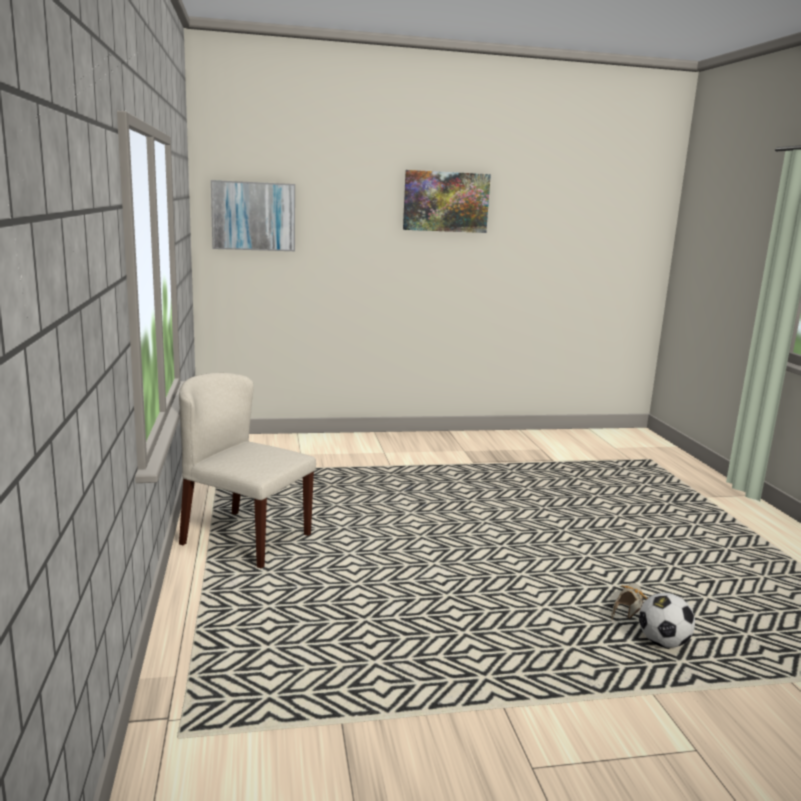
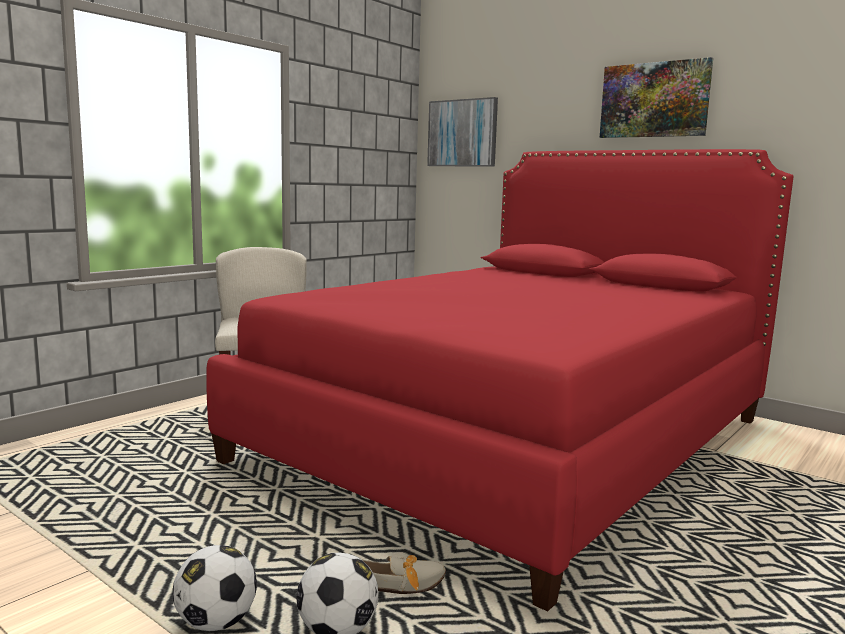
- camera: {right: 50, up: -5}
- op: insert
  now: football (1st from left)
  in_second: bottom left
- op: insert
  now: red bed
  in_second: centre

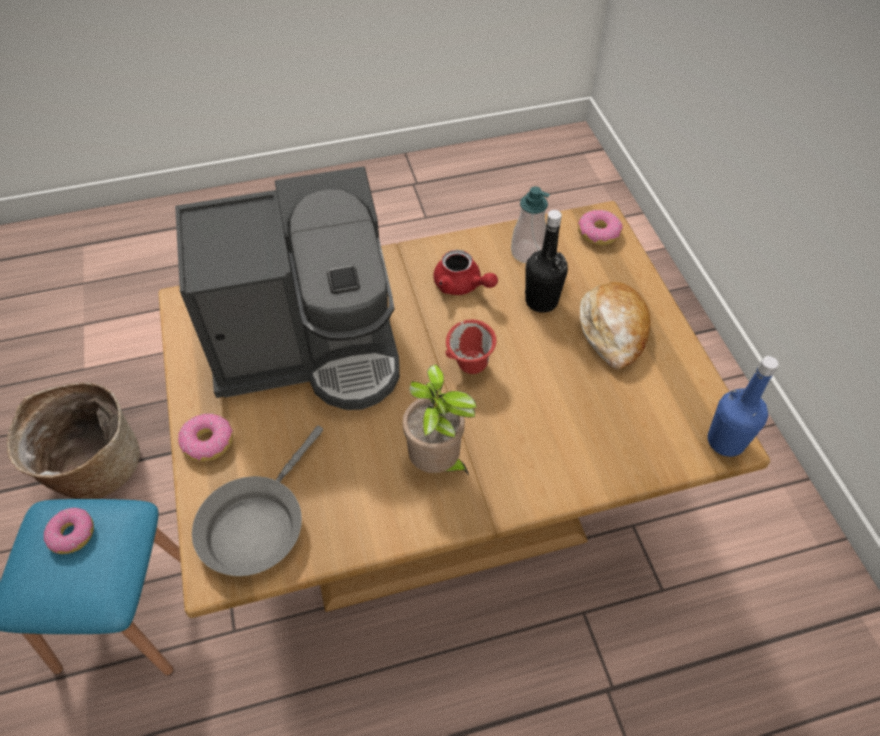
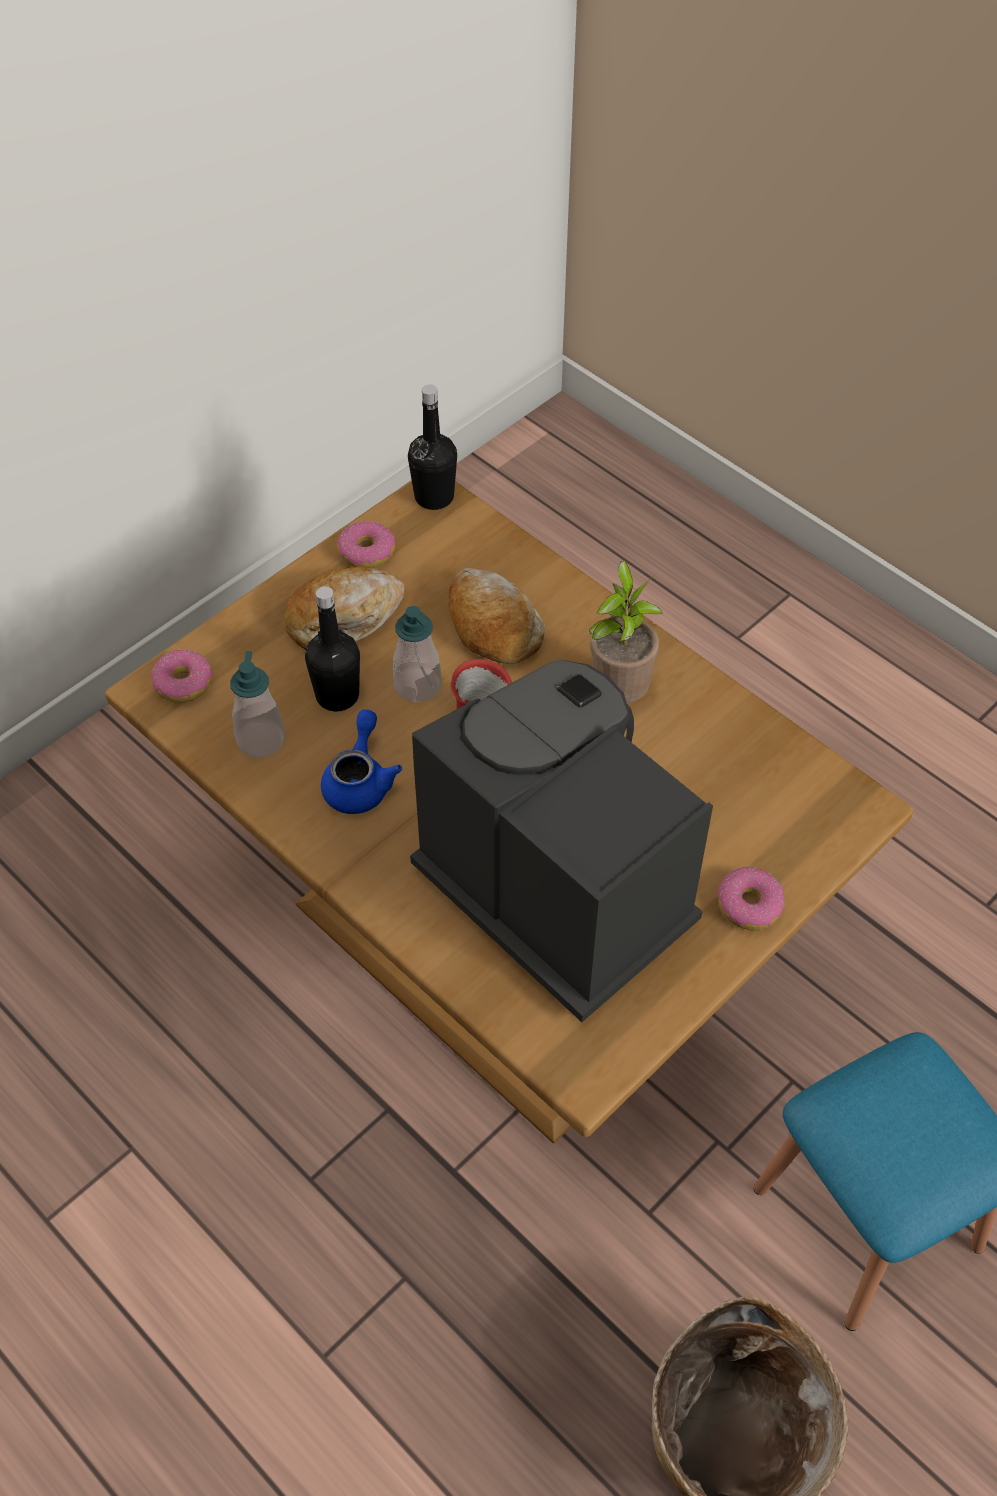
- camera: {right: -120, up: 0}
- op: delete
  was: grey frying pan
  in_first: bottom left
- op: insert
  now: soap dispenser (2nd from left)
  in_second: centre
- op: insert
  now: bread (2nd from left)
  in_second: centre
- op: move
  was: donut (1st from left in the first image)
  now: donut (2nd from left)
  in_first: bottom left
  in_second: centre
- op: recolor
  was: red teapot
  now: blue teapot
  in_first: centre
  in_second: centre
- op: recolor
  was: blue bottle
  now: black bottle (2nd from left)
  in_first: middle right
  in_second: top centre

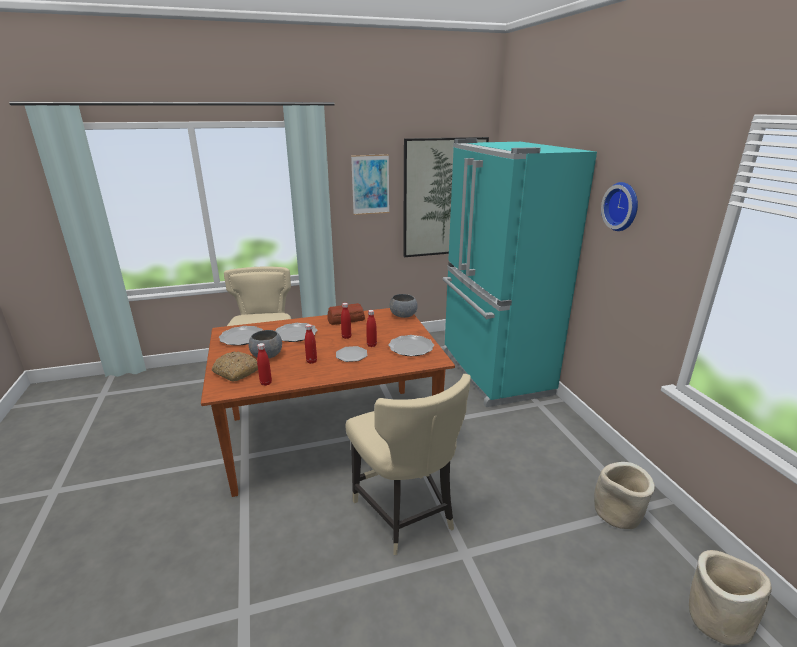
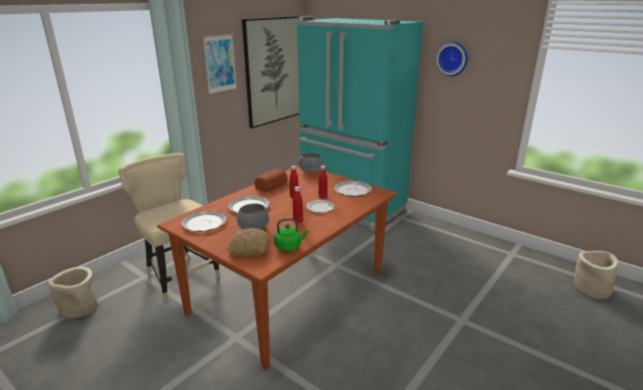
- camera: {right: -35, up: 0}
- op: delete
  was: beige chair (2nd from left)
  in_first: bottom centre
- op: move
  was: beige planter (1st from left)
  in_first: bottom right
  in_second: bottom left
- op: replace
  was: red bottle (1st from left)
  now: green kettle
  in_first: middle left
  in_second: centre

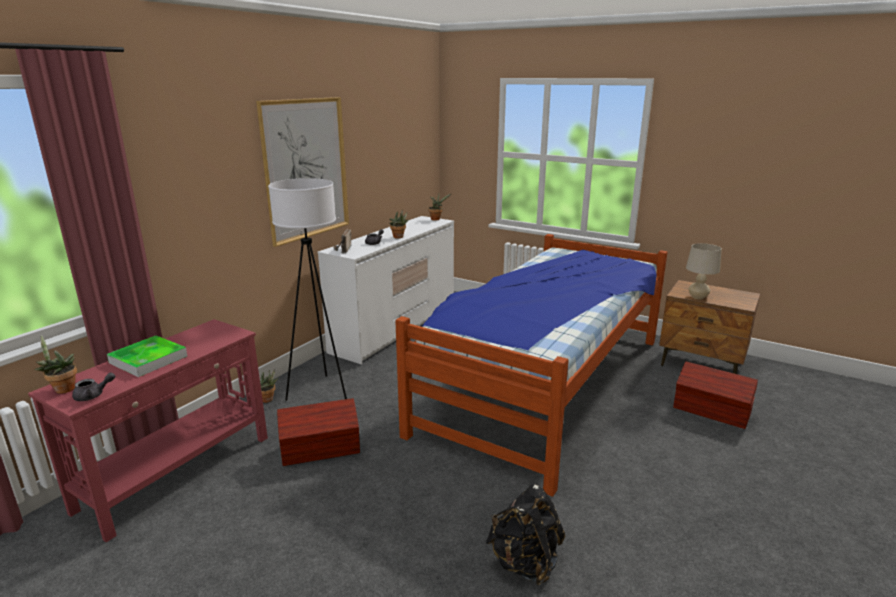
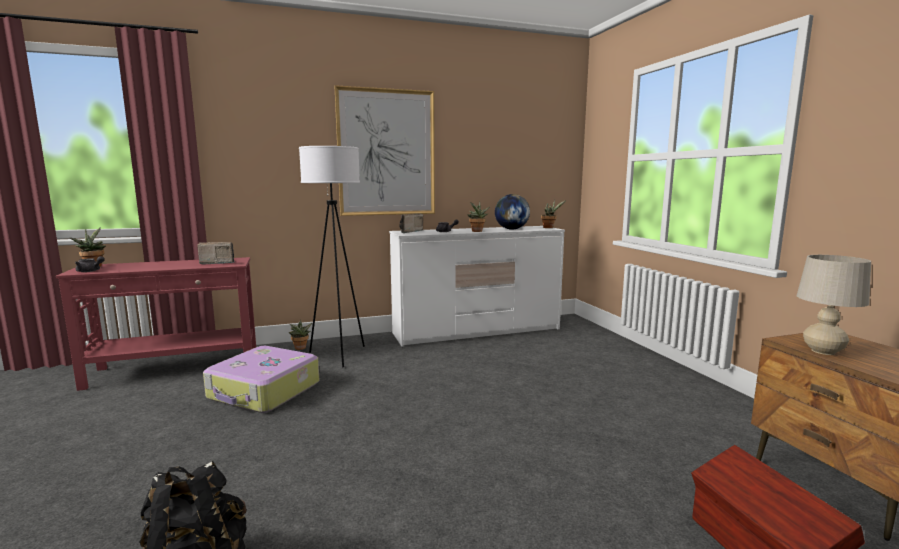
- camera: {right: 40, up: -10}
- op: delete
  was: tray
  in_first: middle left
- op: delete
  was: bed
  in_first: centre
- op: insert
  now: radio (1st from left)
  in_second: middle left
- op: insert
  now: globe
  in_second: centre
- op: replace
  was: brown storage box (1st from left)
  now: suitcase
  in_first: bottom centre
  in_second: bottom left

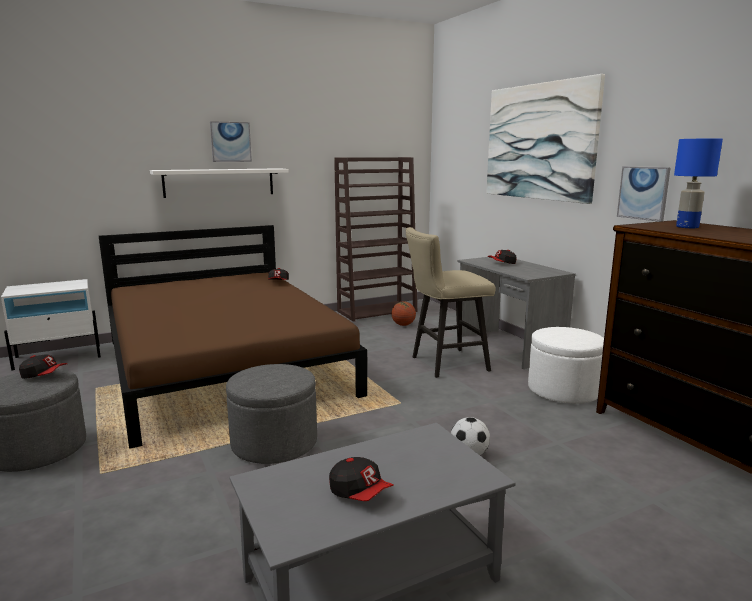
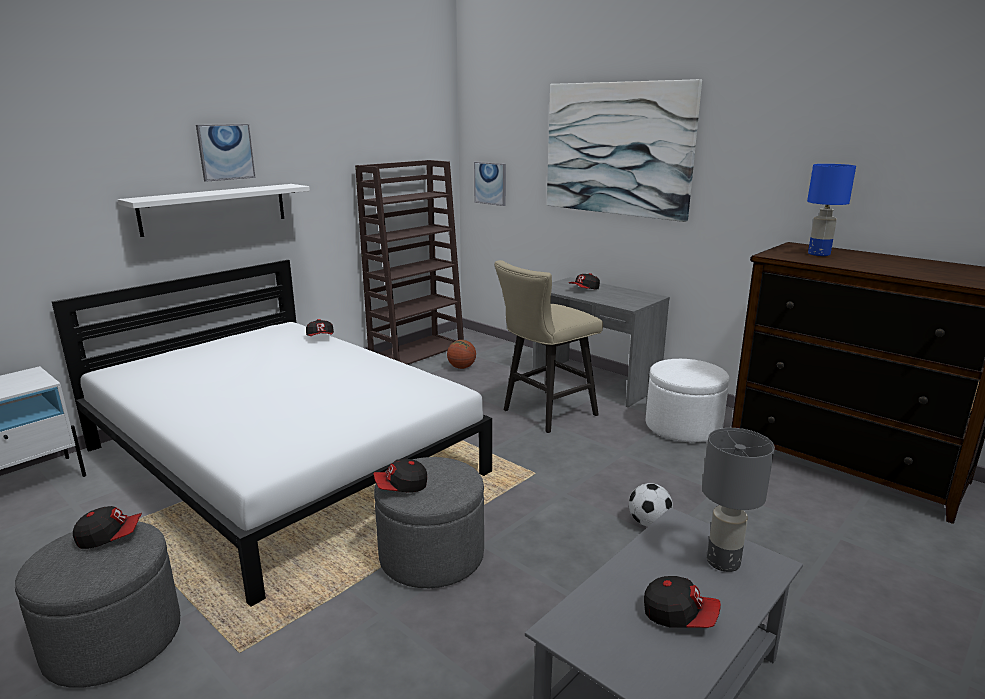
- camera: {right: -20, up: 5}
- op: insert
  now: cap (3rd from left)
  in_second: bottom centre
- op: insert
  now: grey table lamp
  in_second: bottom right
- op: move
  was: picture (3rd from left in the first image)
  now: picture (2nd from left)
  in_first: top right
  in_second: top centre
- op: recolor
  was: brown bed
  now: white bed
  in_first: middle left
  in_second: middle left

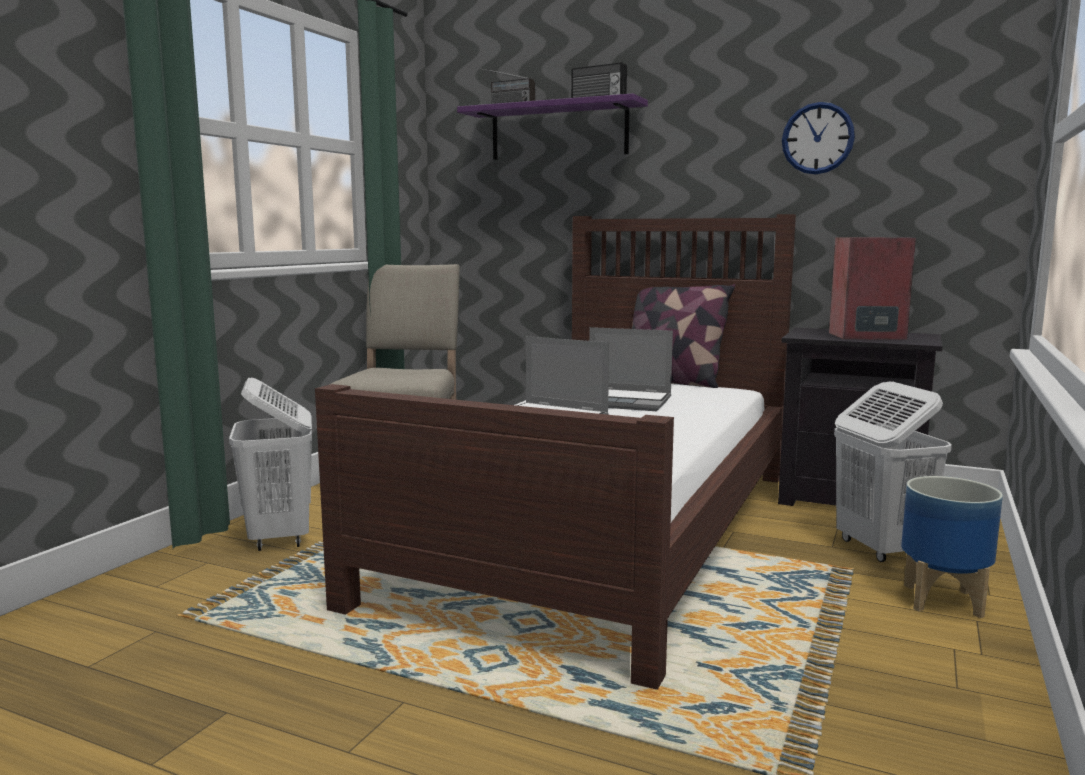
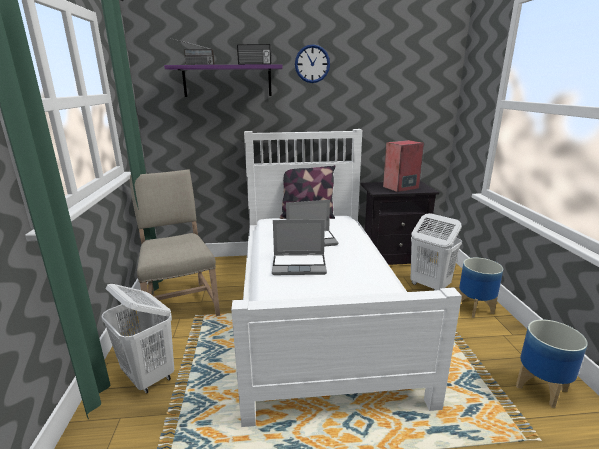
- camera: {right: -30, up: 10}
- op: insert
  now: planter (2nd from left)
  in_second: bottom right
- op: move
  was: wall clock
  in_first: top right
  in_second: top centre
- op: recolor
  was: brown bed
  now: white bed
  in_first: centre
  in_second: centre

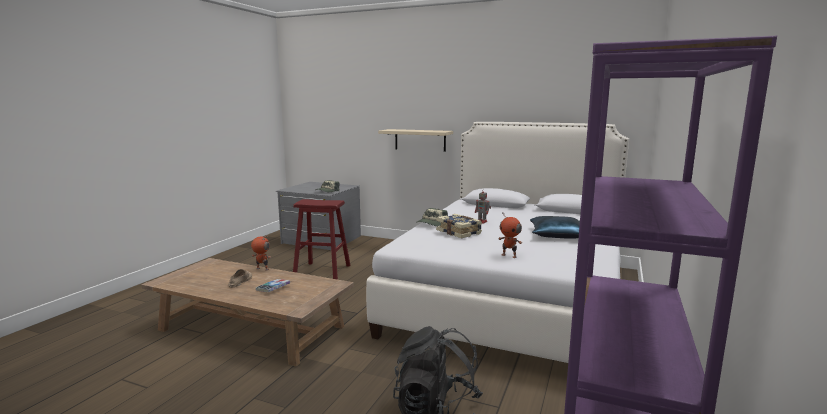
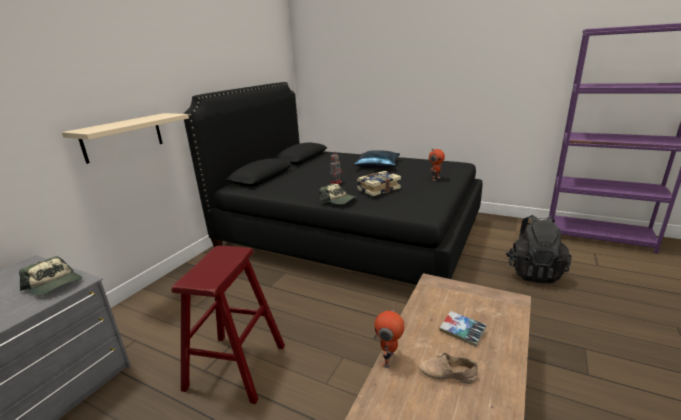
- camera: {right: -85, up: 10}
- op: recolor
  was: white bed
  now: black bed
  in_first: centre
  in_second: centre

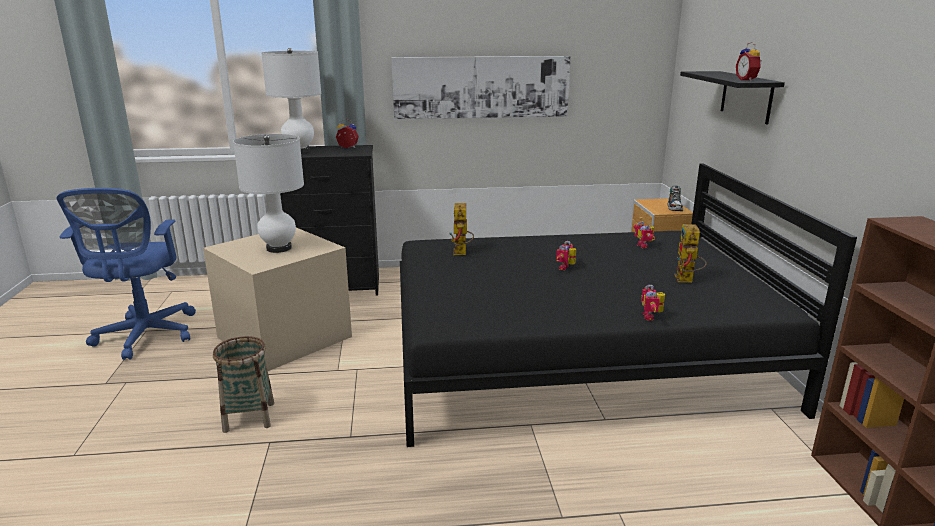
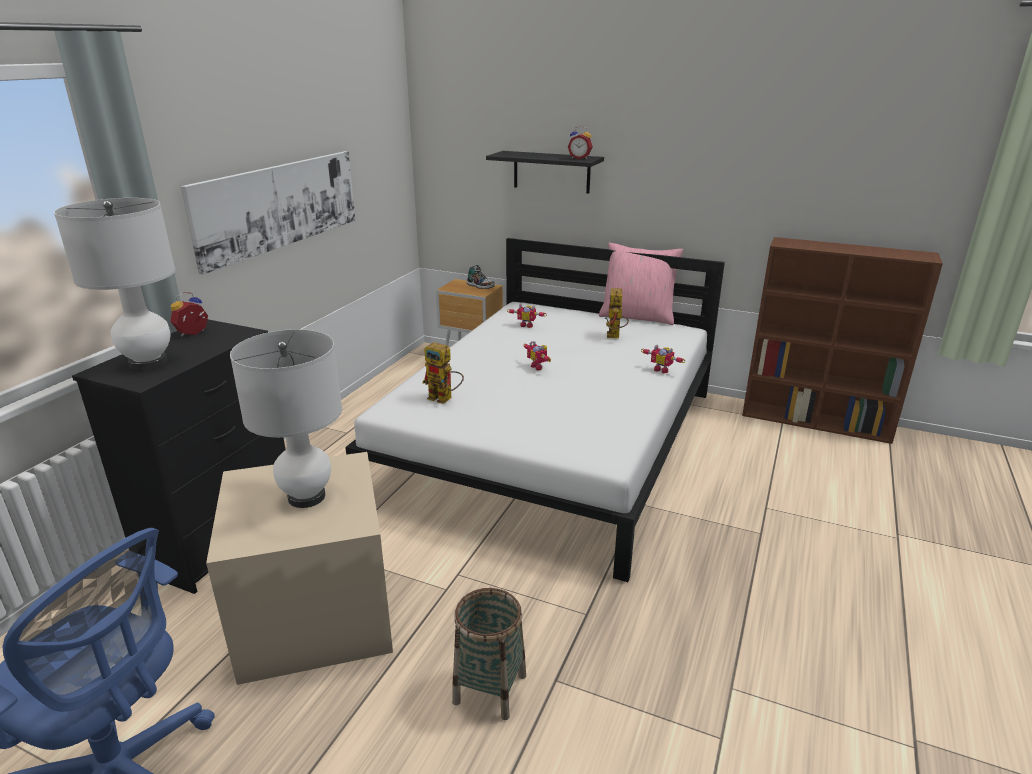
- camera: {right: -60, up: 5}
- op: insert
  now: pink pillow
  in_second: centre
- op: recolor
  was: black bed
  now: white bed
  in_first: middle right
  in_second: centre
- op: rotate
  was: toy robot (5th from left in the first image)
  in_first: middle right
  in_second: centre
  clockwise: 60

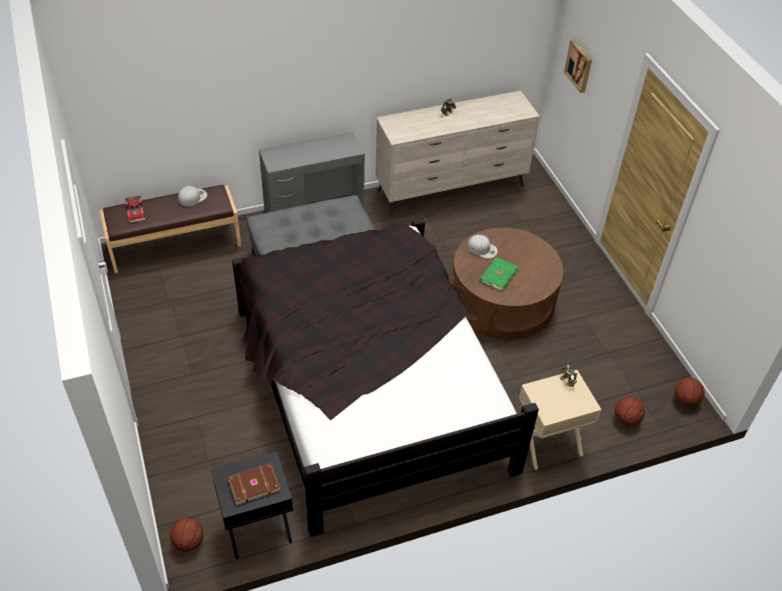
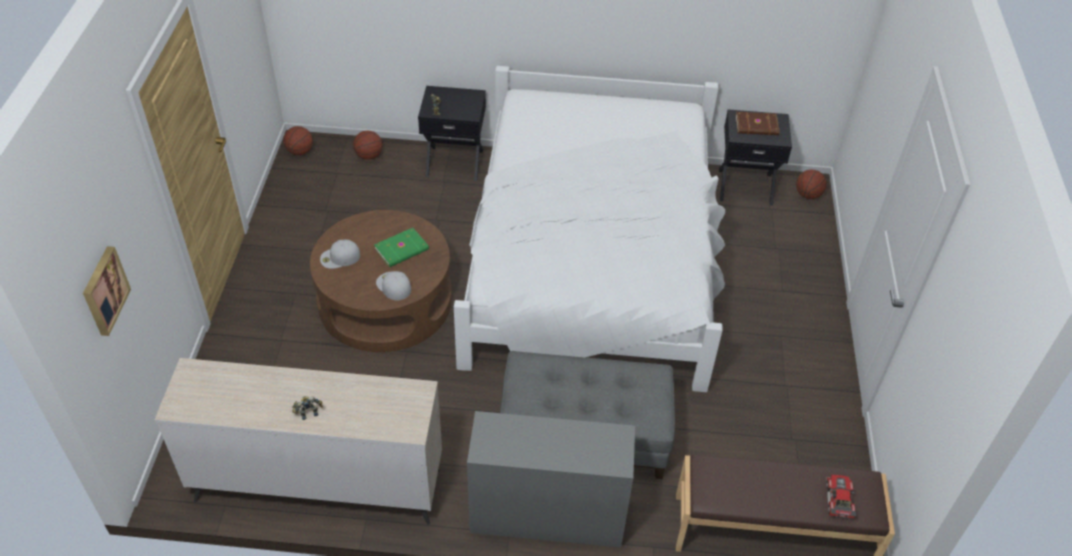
- camera: {right: -155, up: 0}
- op: move
  was: white cap (1st from left)
  in_first: top left
  in_second: middle left
- op: recolor
  was: black bed
  now: white bed
  in_first: centre
  in_second: centre
- op: recolor
  was: beige nightstand
  now: black nightstand (1st from left)
  in_first: bottom right
  in_second: top centre

